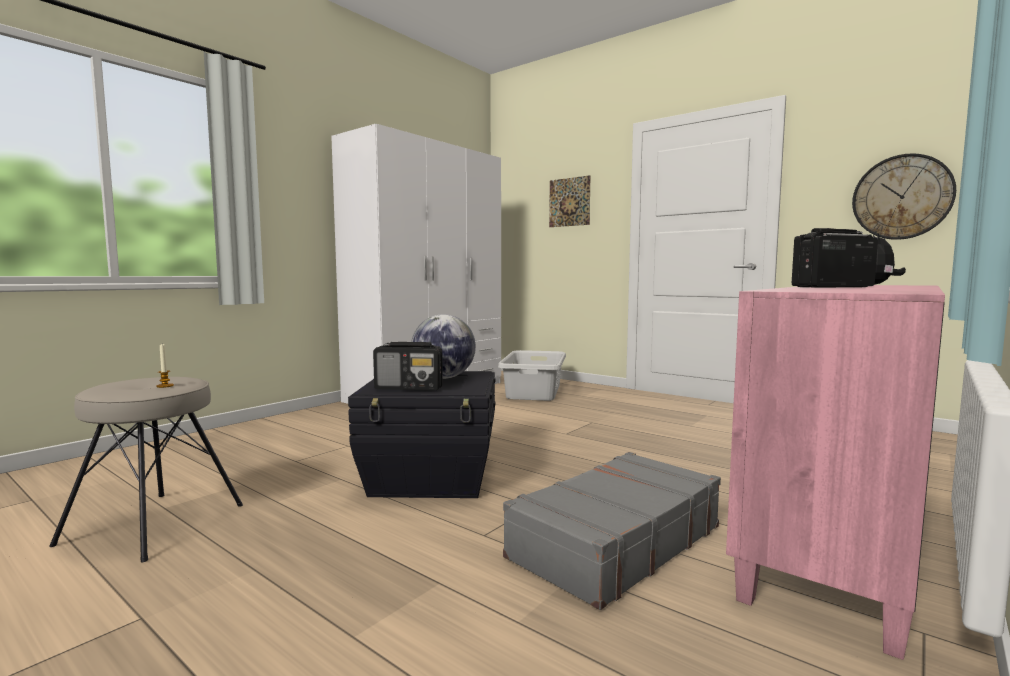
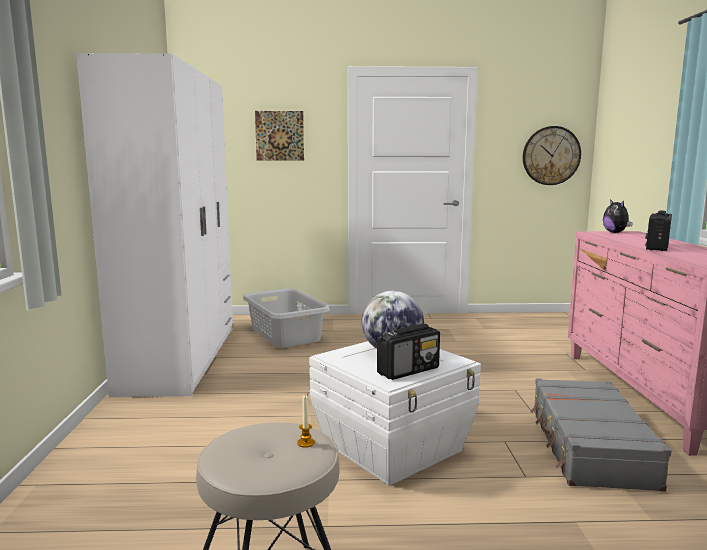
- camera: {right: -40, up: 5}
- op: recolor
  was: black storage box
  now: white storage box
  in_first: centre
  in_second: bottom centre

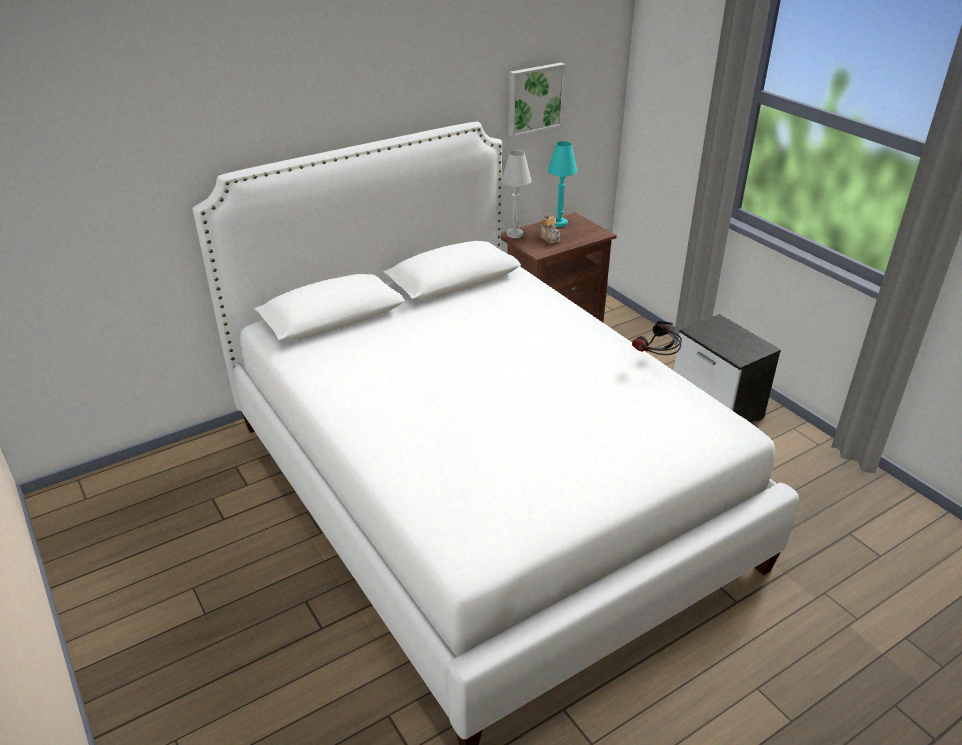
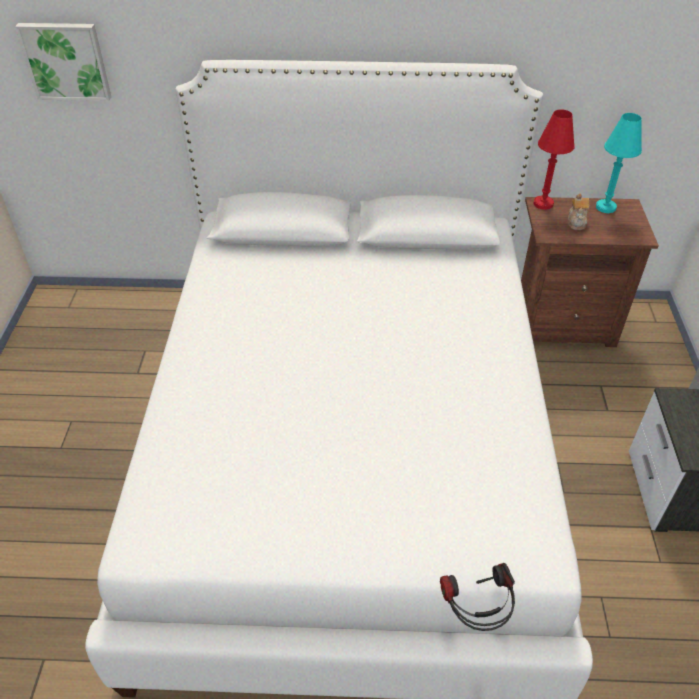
- camera: {right: 35, up: 10}
- op: move
  was: picture
  in_first: top centre
  in_second: top left
- op: move
  was: headphones
  in_first: middle right
  in_second: bottom right
- op: recolor
  was: white table lamp
  now: red table lamp
  in_first: top centre
  in_second: top right

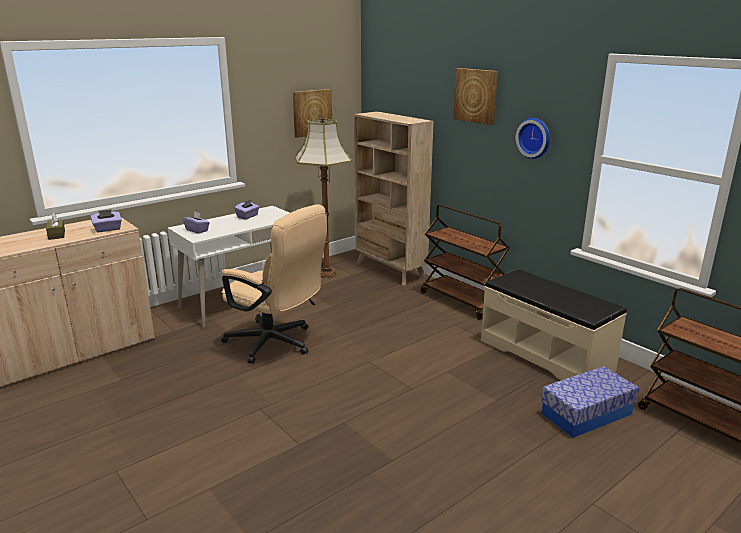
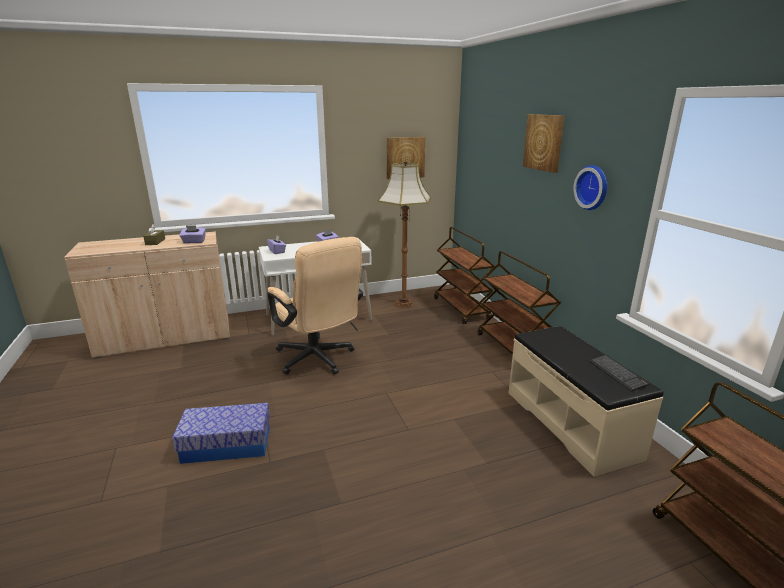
- camera: {right: 20, up: 0}
- op: insert
  now: keyboard
  in_second: middle right
- op: move
  was: storage box
  in_first: bottom right
  in_second: bottom left
- op: replace
  was: beige bookcase
  now: brown cart (1st from left)
  in_first: centre
  in_second: centre

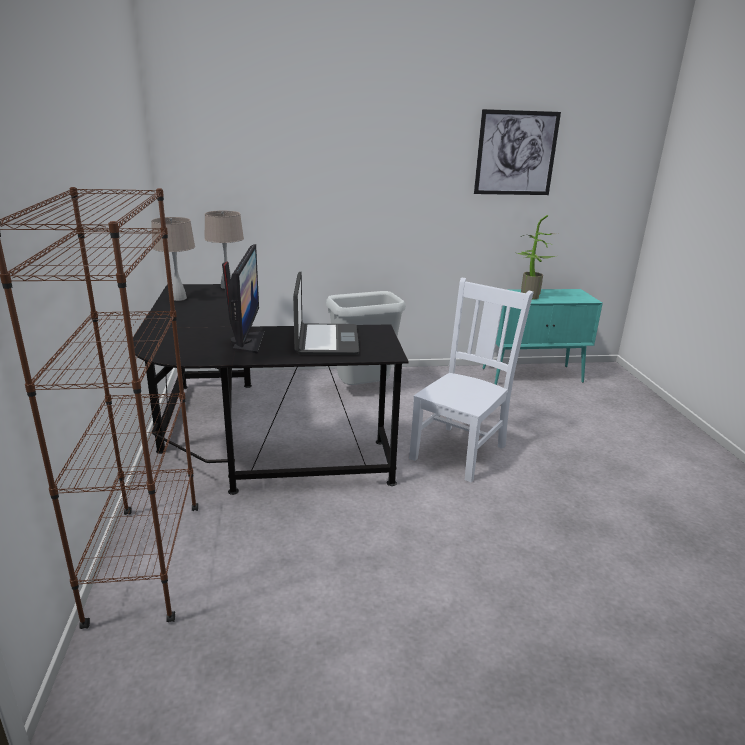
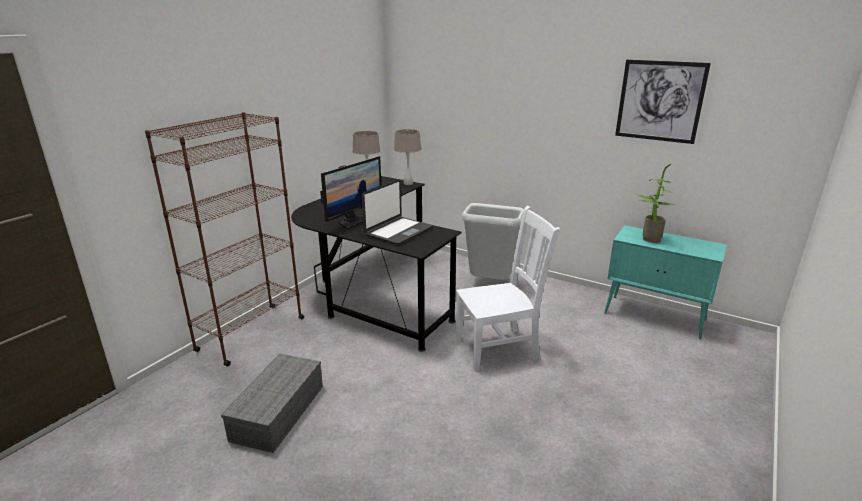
- camera: {right: 40, up: 0}
- op: insert
  now: grey storage box
  in_second: bottom left

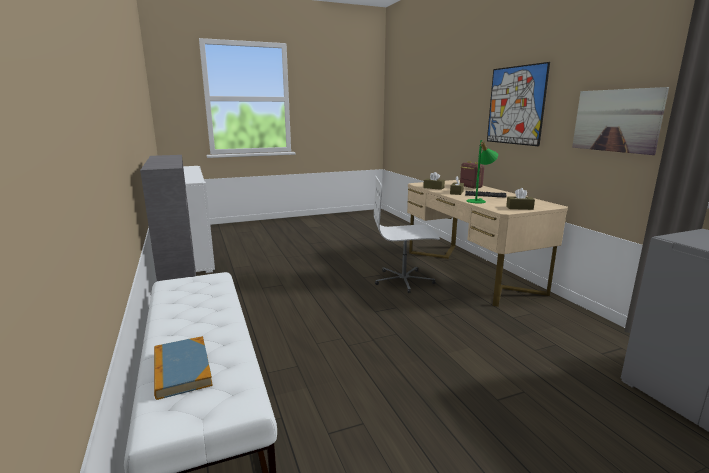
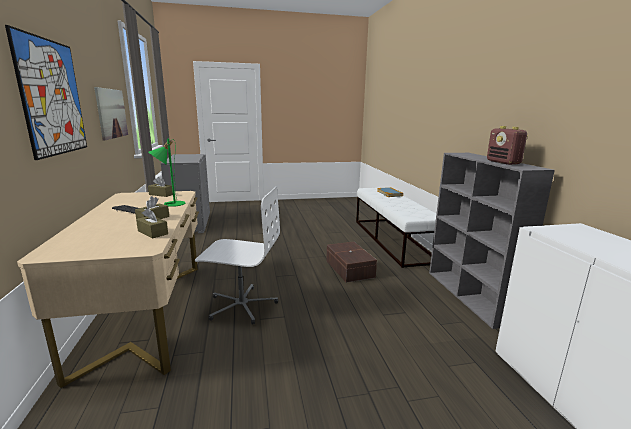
- camera: {right: -170, up: 0}
- op: insert
  now: brown storage box
  in_second: centre
- op: move
  was: radio
  in_first: centre
  in_second: middle right

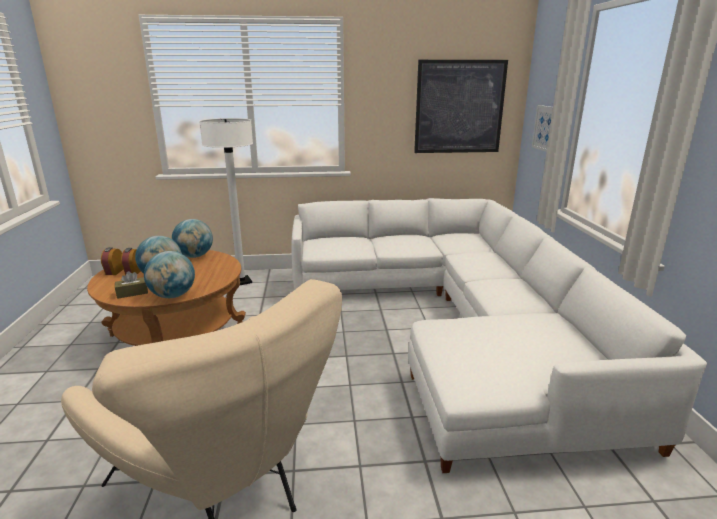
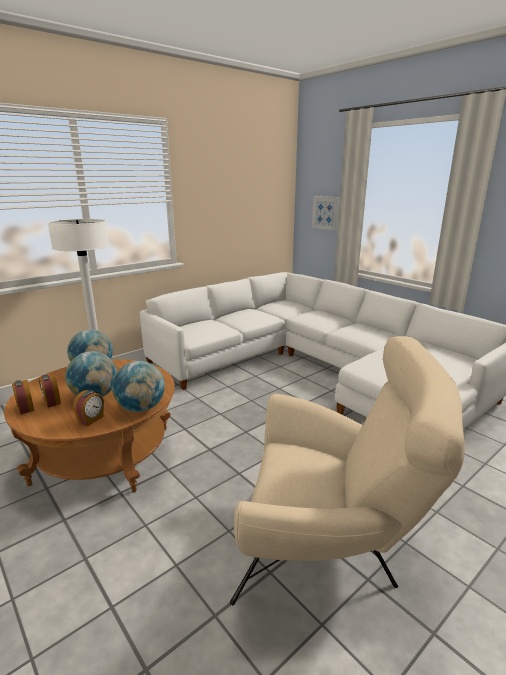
- camera: {right: -35, up: 0}
- op: delete
  was: picture (1st from left)
  in_first: top centre
- op: replace
  was: brown tissue box
  now: alarm clock (3rd from left)
  in_first: middle left
  in_second: middle left

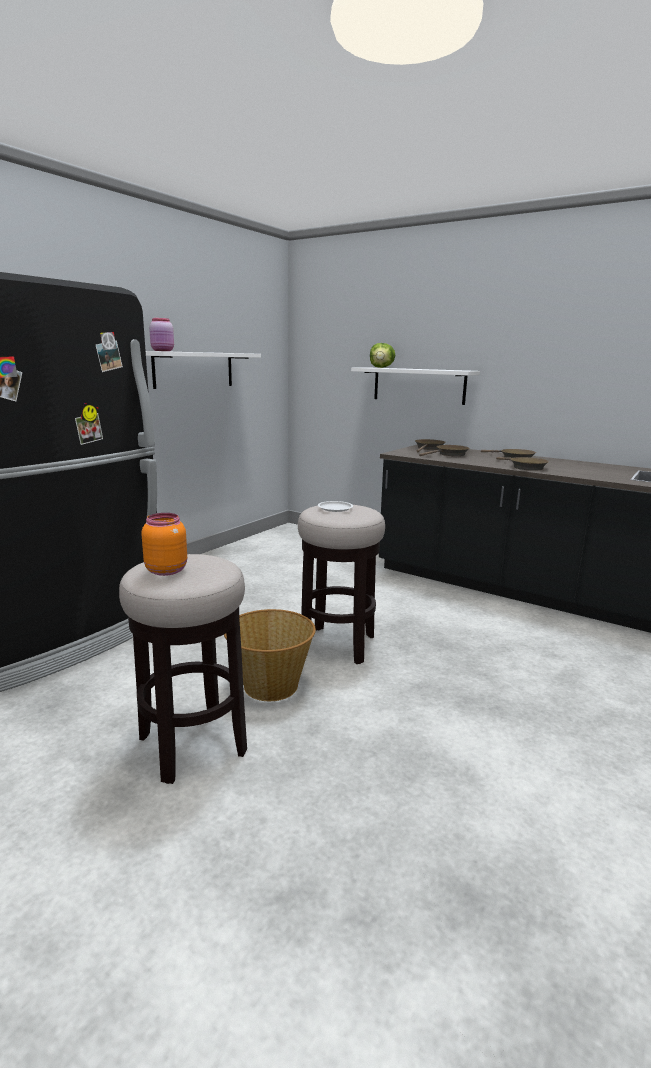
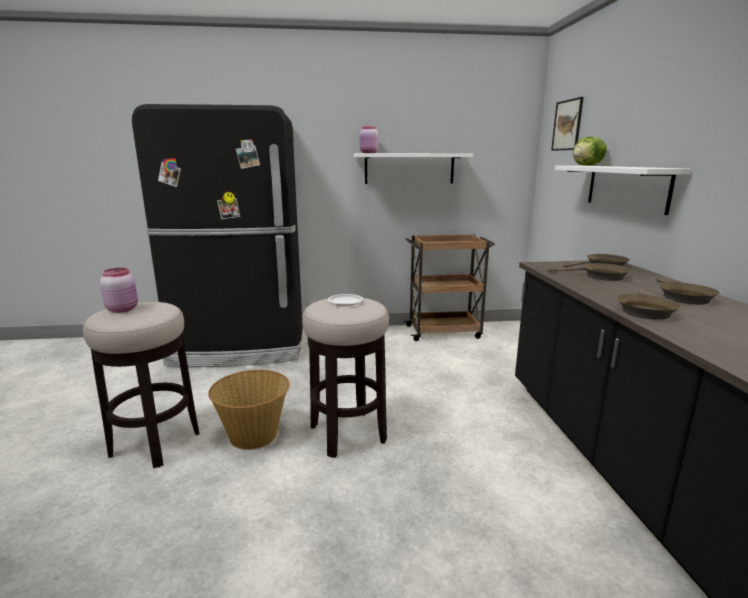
- camera: {right: 50, up: 0}
- op: insert
  now: brown cart
  in_second: centre
- op: insert
  now: picture
  in_second: top right
- op: recolor
  was: orange jar
  now: pink jar (1st from left)
  in_first: middle left
  in_second: middle left

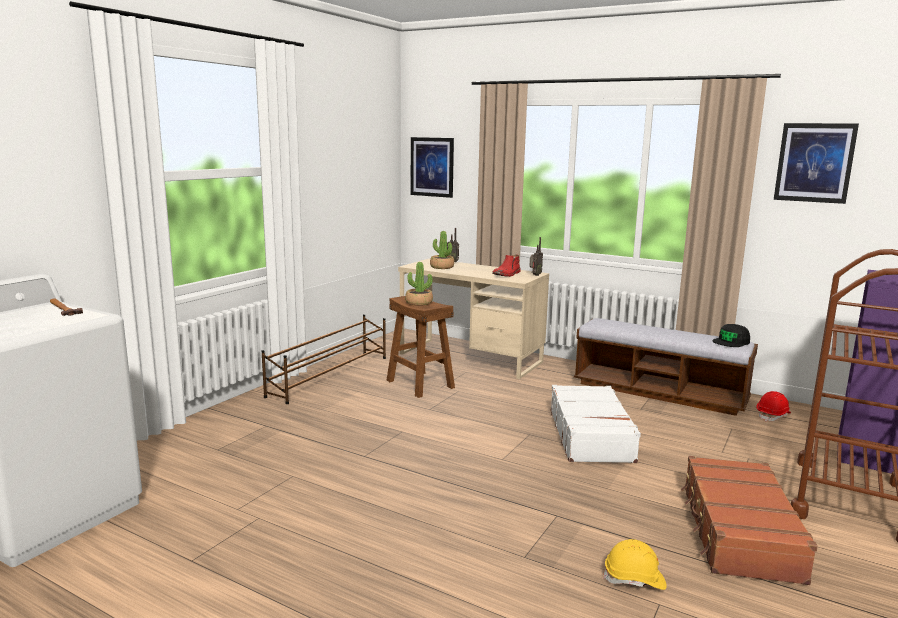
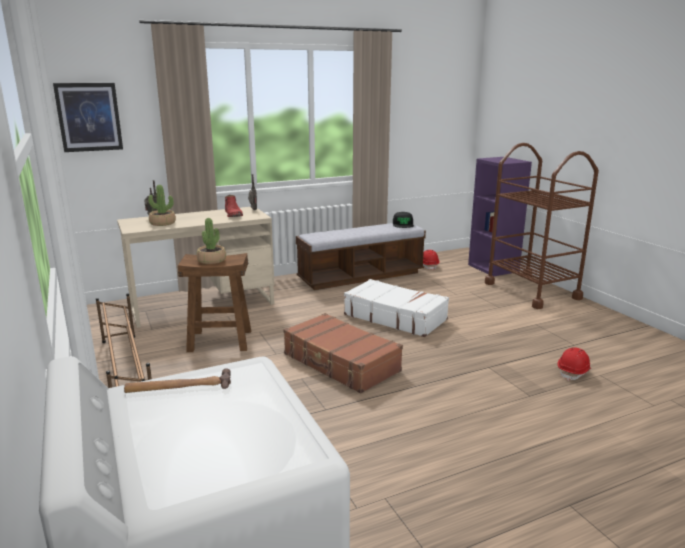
- camera: {right: -55, up: 5}
- op: delete
  was: picture (2nd from left)
  in_first: top right
- op: move
  was: brown suitcase
  in_first: bottom right
  in_second: centre
- op: recolor
  was: yellow hard hat
  now: red hard hat (2nd from left)
  in_first: bottom right
  in_second: middle right

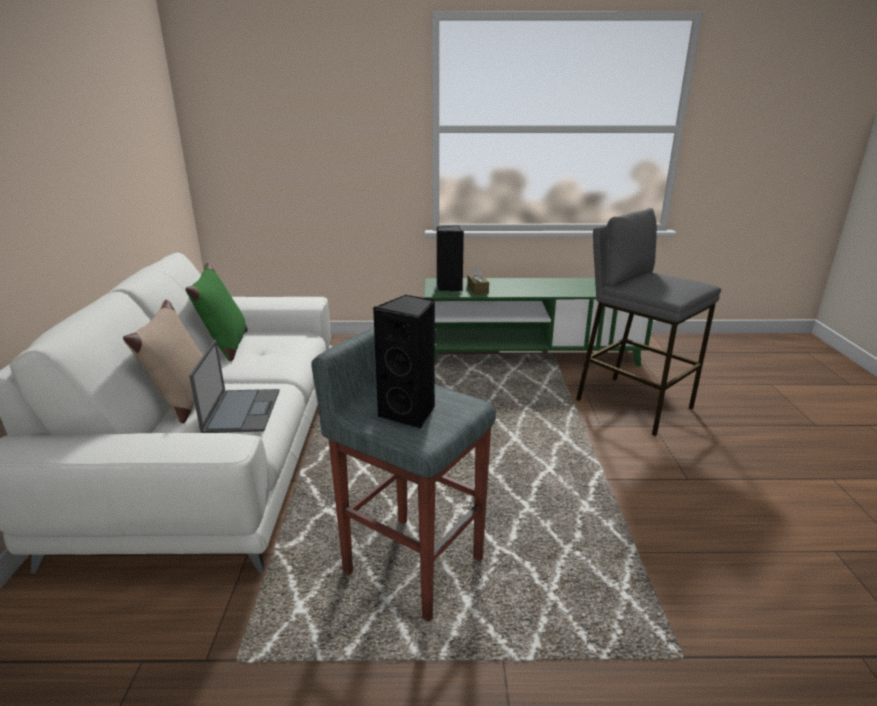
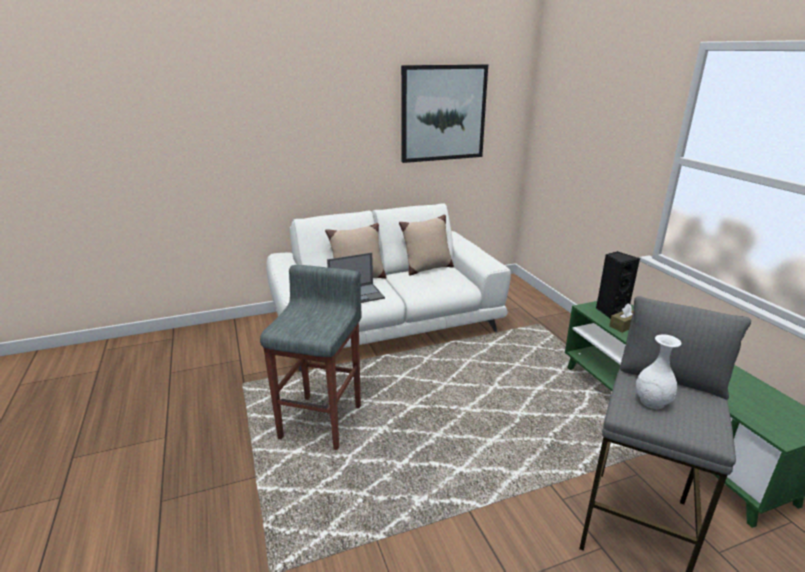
- camera: {right: 70, up: 0}
- op: delete
  was: black speaker (1st from left)
  in_first: centre
- op: insert
  now: picture
  in_second: top centre
- op: insert
  now: white vase
  in_second: middle right
- op: recolor
  was: green pillow
  now: beige pillow (2nd from left)
  in_first: middle left
  in_second: centre

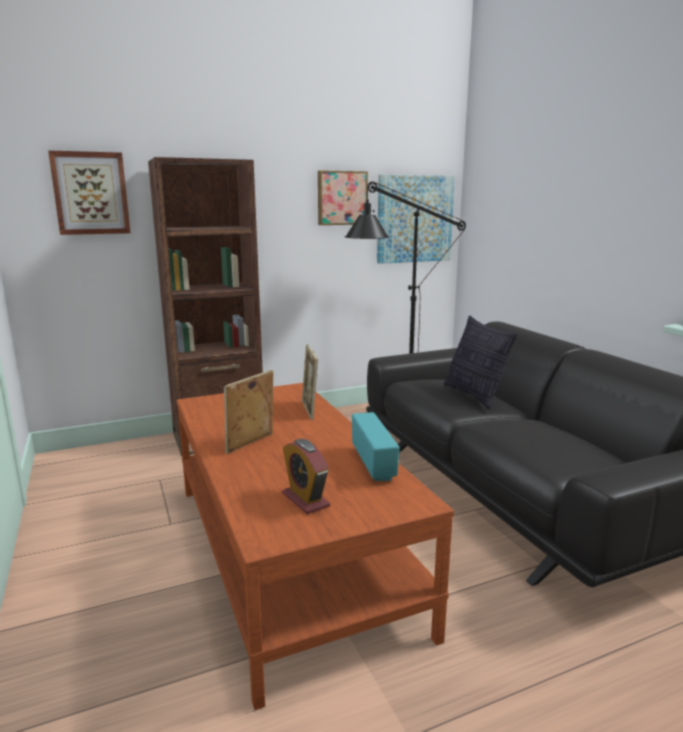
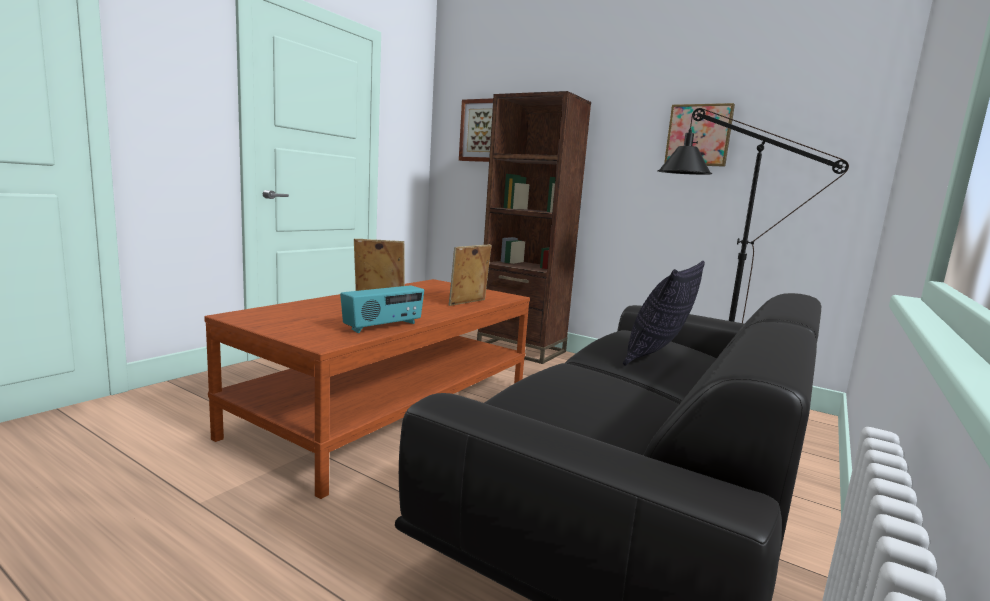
- camera: {right: 55, up: -5}
- op: delete
  was: alarm clock
  in_first: centre
- op: delete
  was: picture (3rd from left)
  in_first: top centre

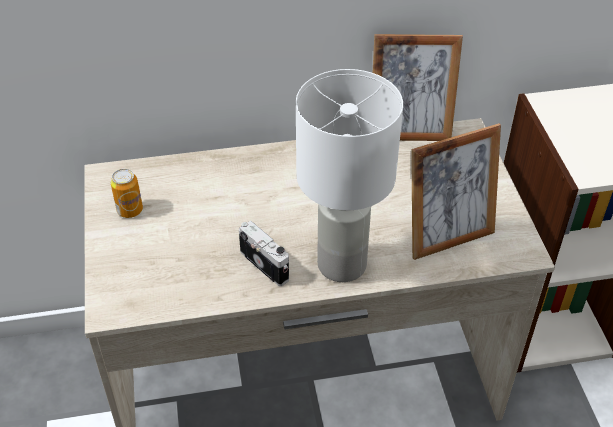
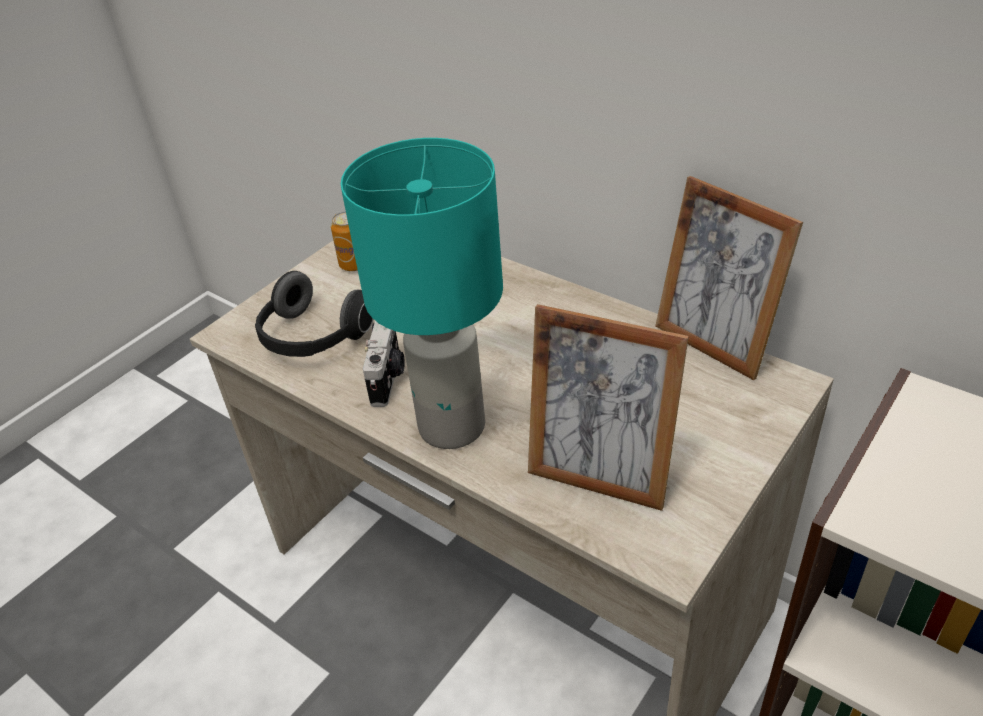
- camera: {right: 50, up: -5}
- op: insert
  now: headphones
  in_second: middle left
- op: recolor
  was: white table lamp
  now: turquoise table lamp
  in_first: centre
  in_second: centre

